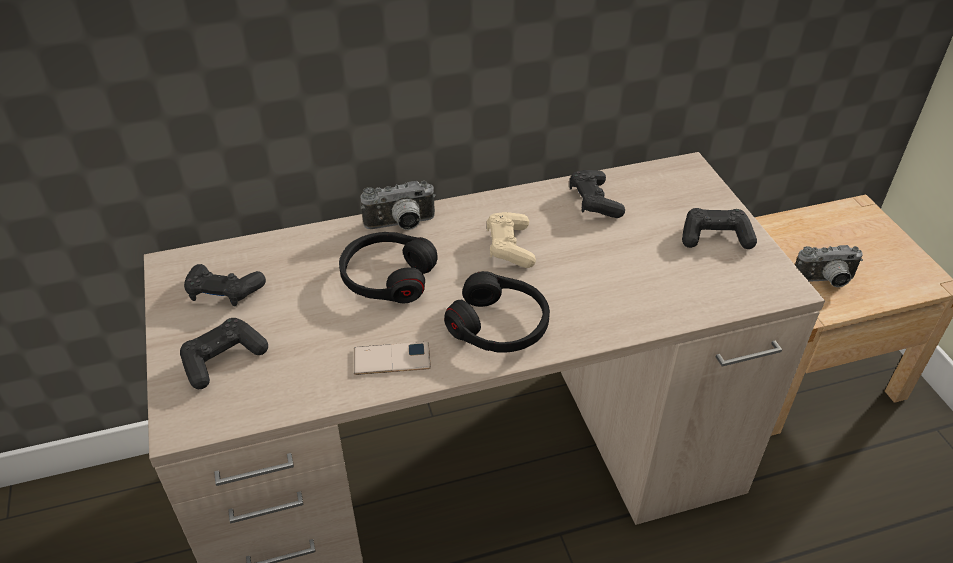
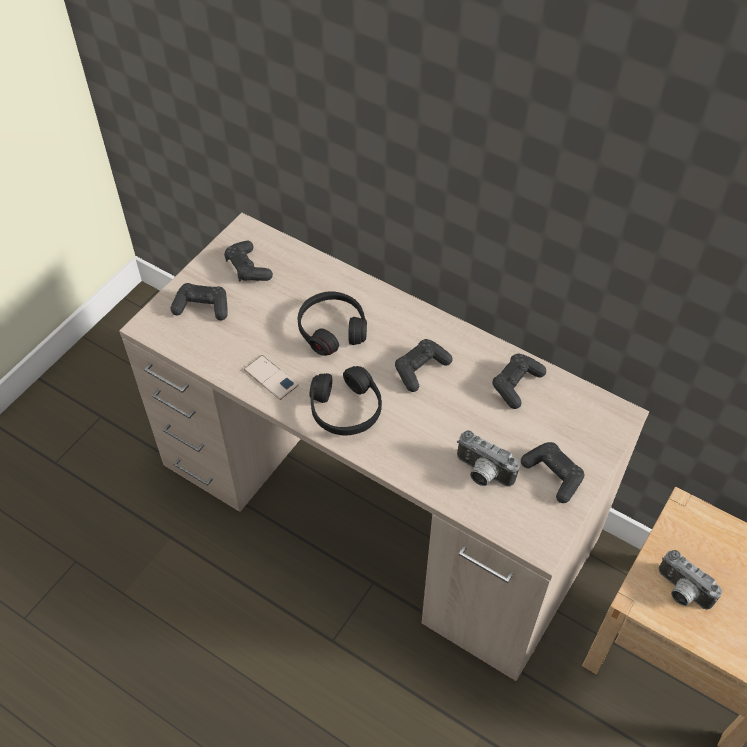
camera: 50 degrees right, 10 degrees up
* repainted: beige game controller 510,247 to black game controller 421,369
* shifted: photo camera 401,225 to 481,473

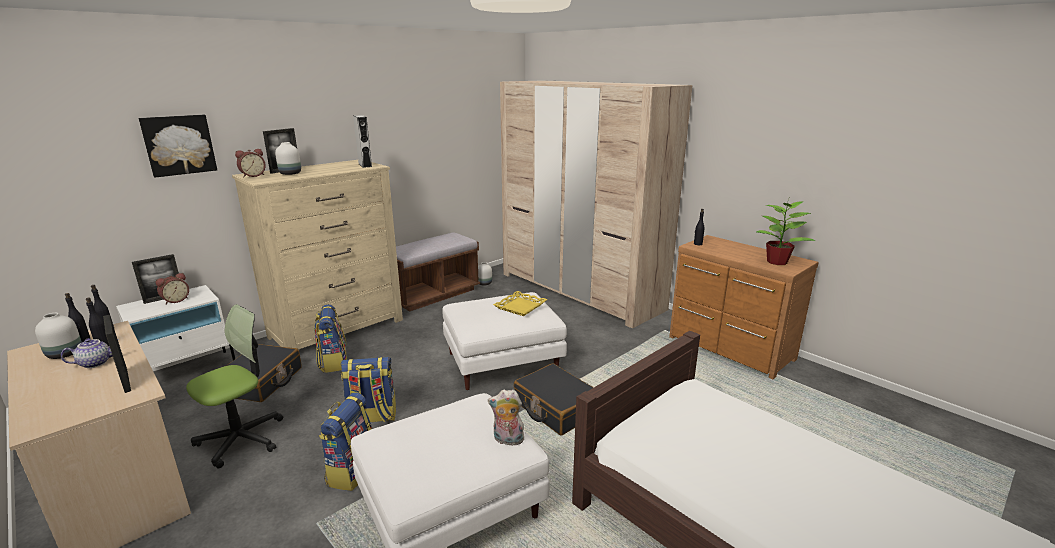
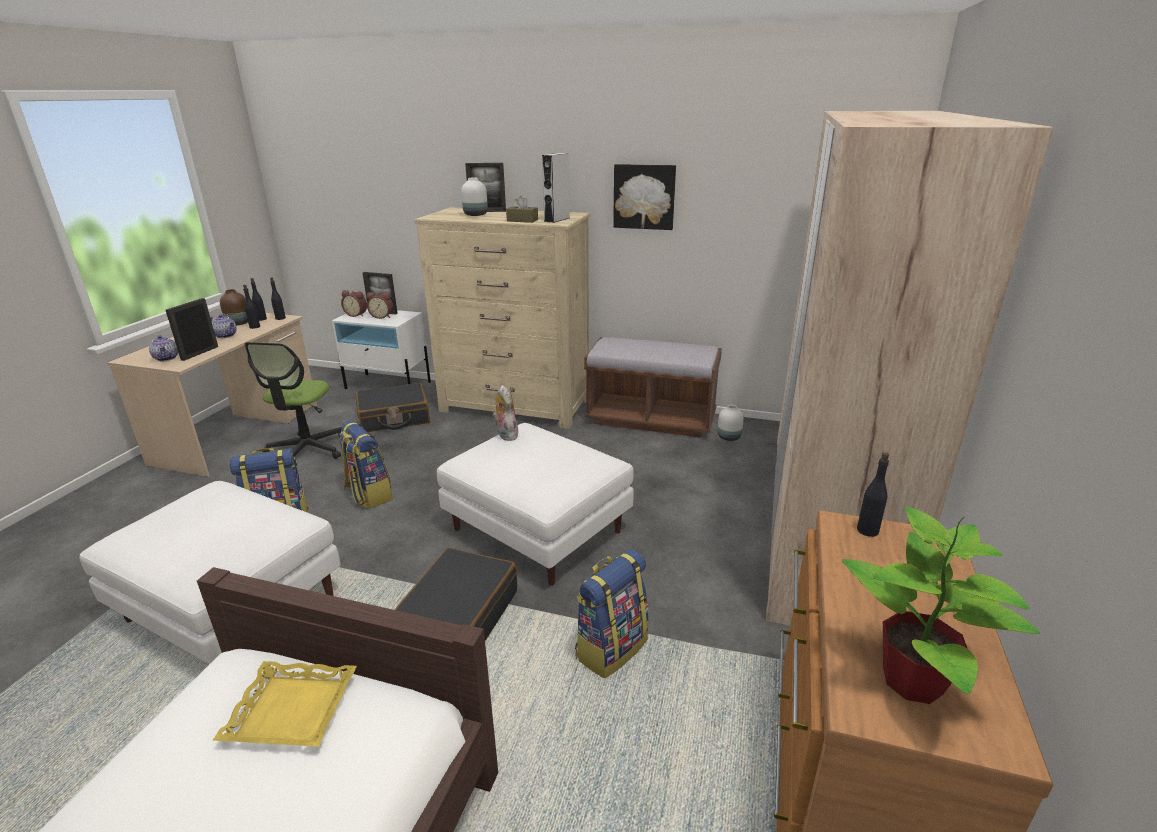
camera: 60 degrees right, 5 degrees up
* new: teapot 167,358
* shifted: yellow tray 520,306 to 292,709
* repainted: white vase 65,354 to brown vase 238,323
* rotated: office chair 241,439 = 307,450 90 degrees clockwise
* shifted: alarm clock 253,175 to 357,315
* shifted: plush toy 507,440 to 505,435
* new: brown tissue box 522,220
* shifted: backpack 333,362 to 611,647
* shifted: picture 179,145 to 644,196

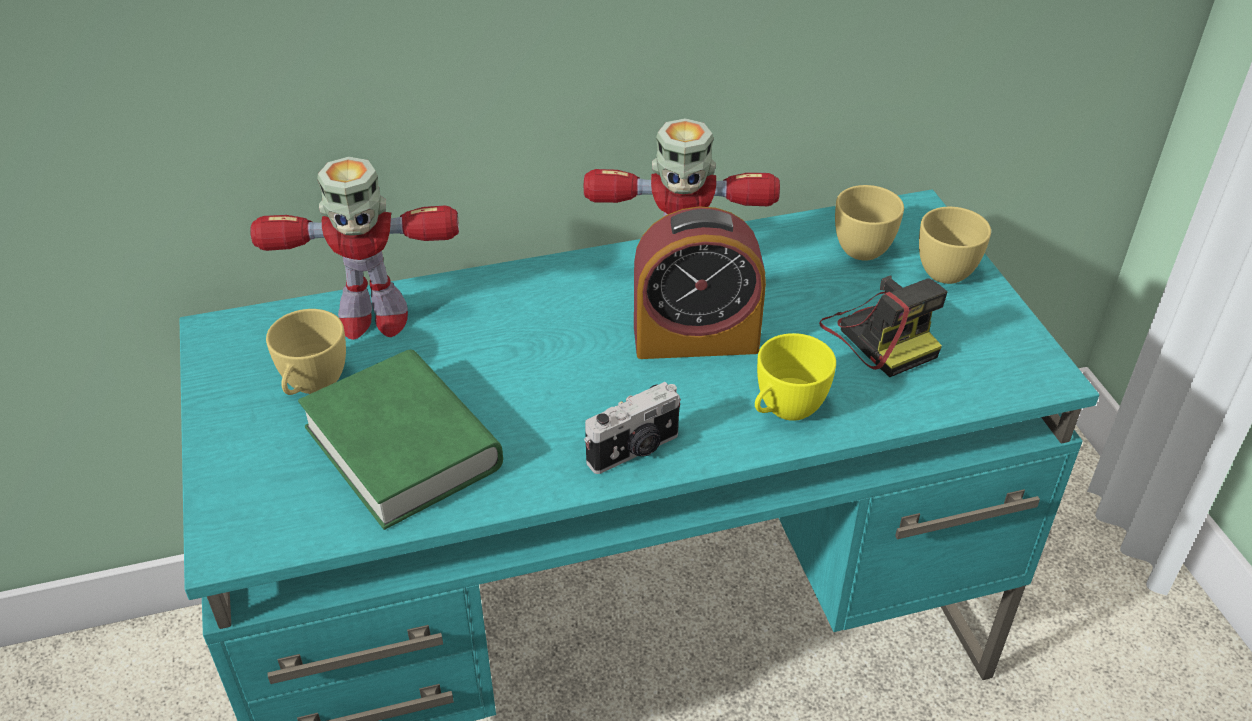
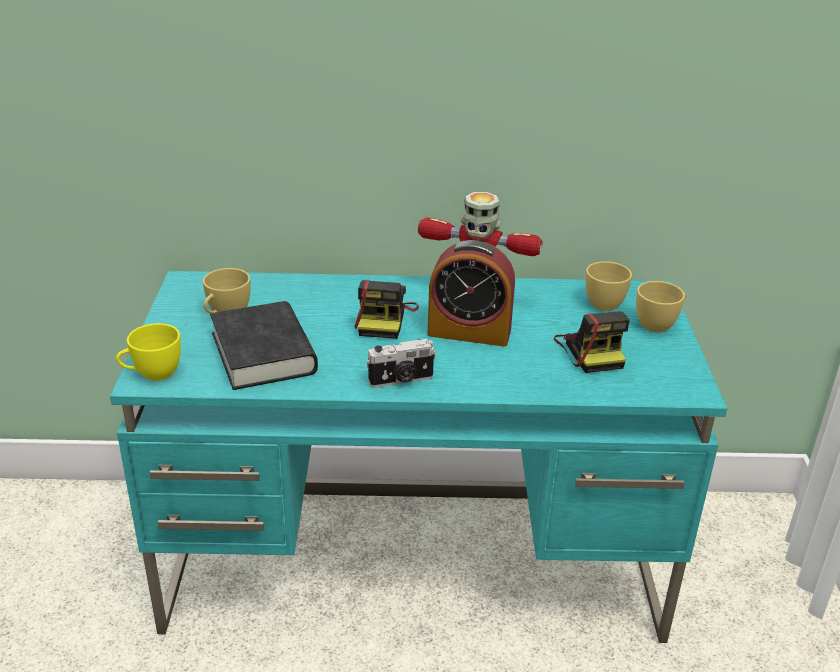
camera: 15 degrees right, 10 degrees down
* shifted: yellow cup 784,410 to 152,374
* repainted: green book 403,447 to black book 263,353
* new: photo camera 384,319
* gone: toy robot 371,319

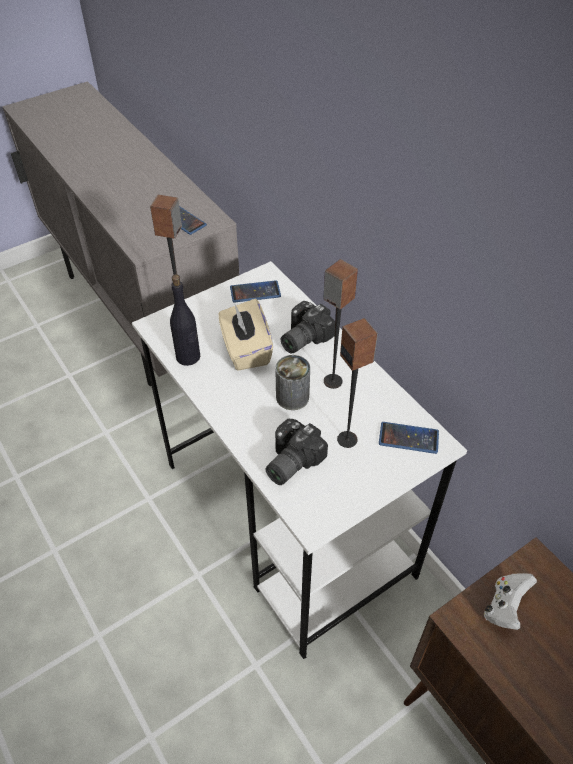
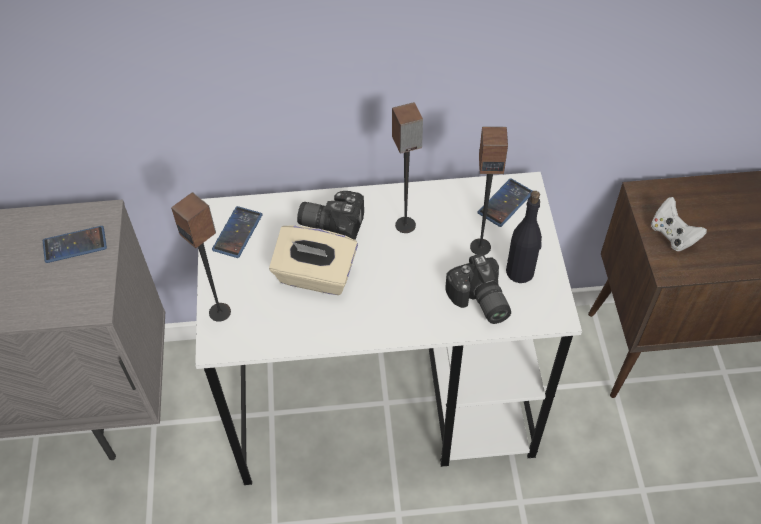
camera: 60 degrees left, 5 degrees up
* rotated: photo camera 302,337 = 332,223 120 degrees clockwise
* shifted: black bottle 188,357 to 520,271
* gone: can 292,397

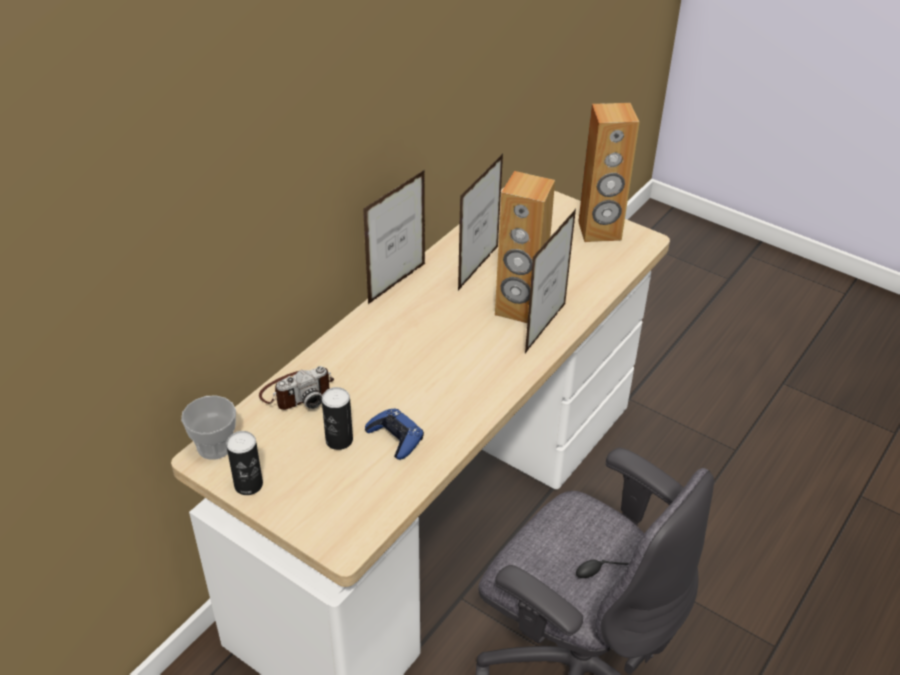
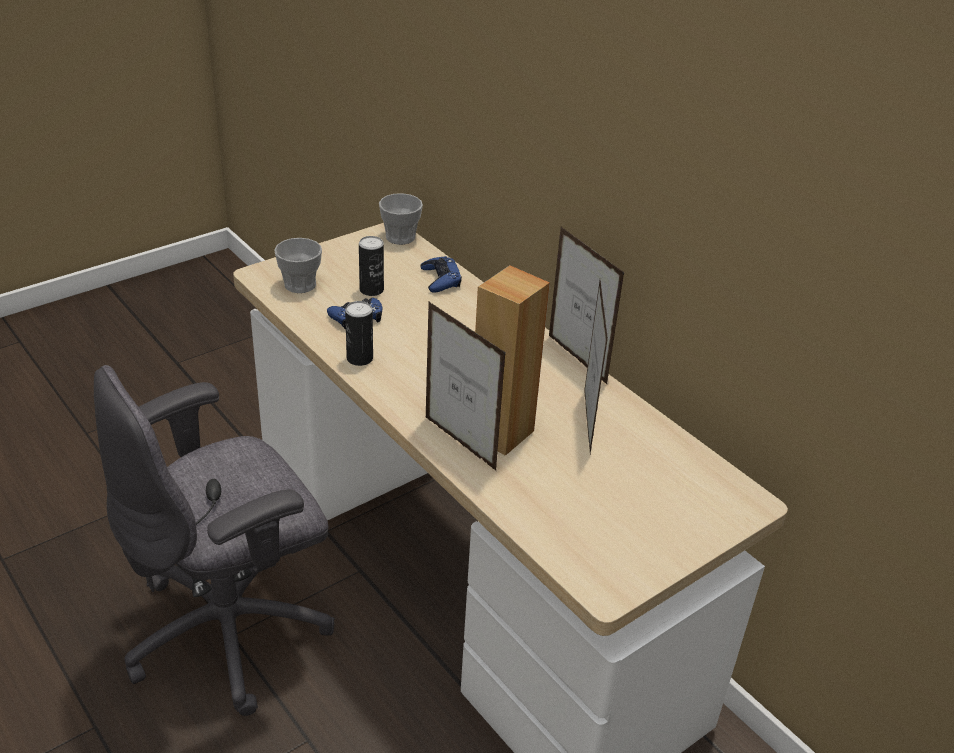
camera: 105 degrees right, 5 degrees down
* new: cup 300,284
* shifted: can 248,484 to 359,358
* swapped: photo camera 297,392 to blue game controller 441,279
* rotated: picture frame 478,268 = 587,421 135 degrees counterclockwise
* gone: brown speaker 599,231

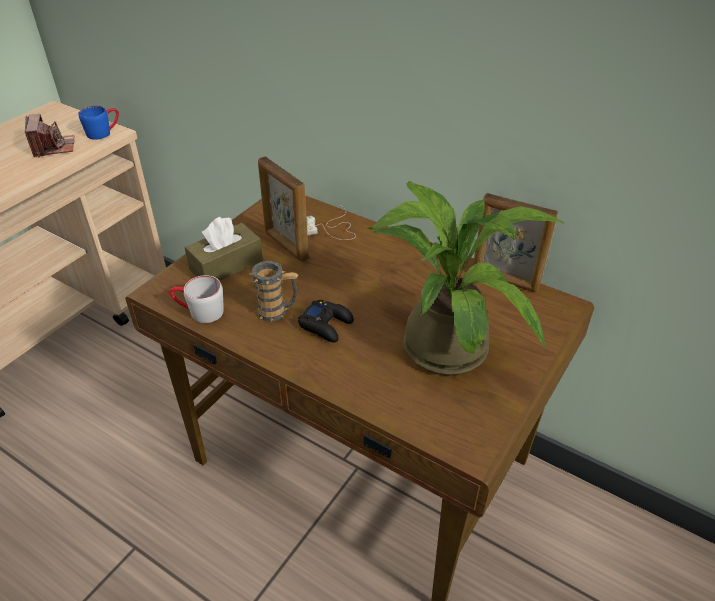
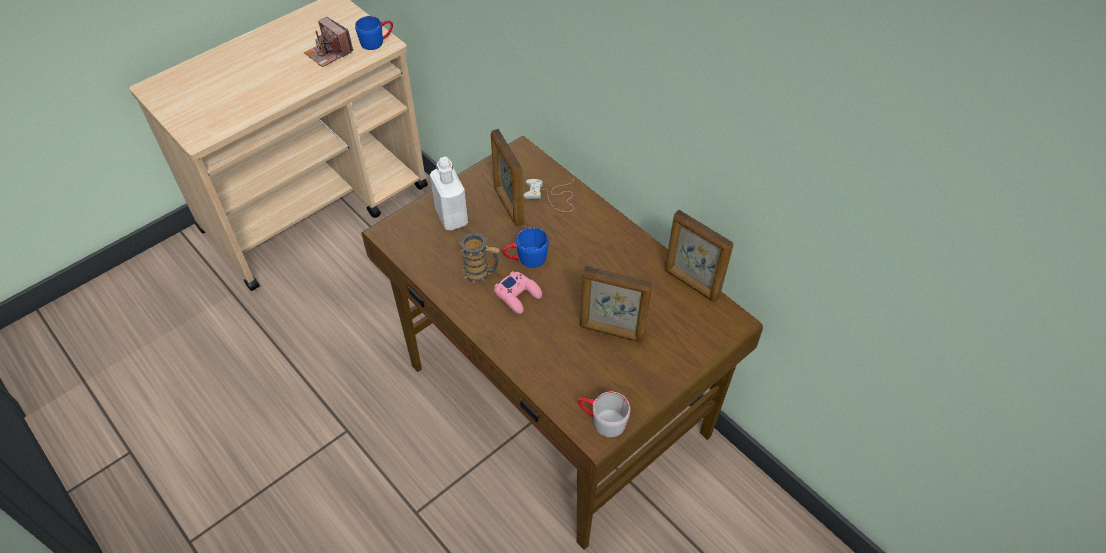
camera: 15 degrees right, 10 degrees up
* rotated: photo camera 53,147 = 329,53 135 degrees clockwise
* swapped: brown tissue box 226,265 to white bottle 451,217
* repainted: black game controller 326,325 to pink game controller 518,295
* new: blue mug 525,259
* shifted: grey mug 199,312 to 602,421
* swapped: potted plant 443,340 to picture frame 611,332

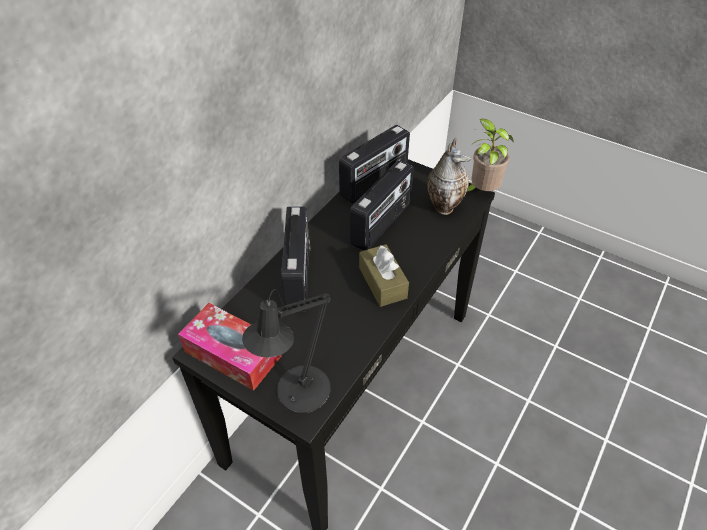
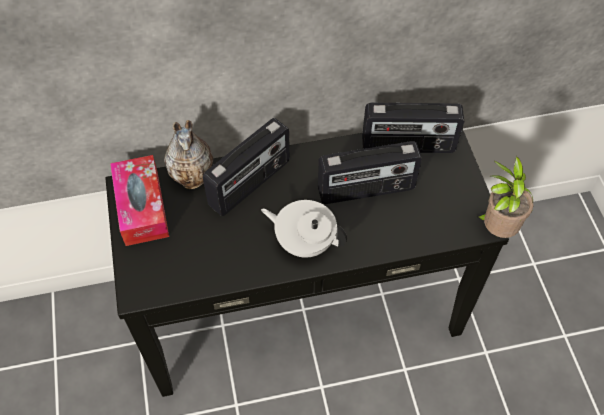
camera: 45 degrees right, 10 degrees up
* shifted: vase 444,206 to 194,179
* swapped: brown tissue box 382,283 to white teapot 304,241
* gone: black table lamp 298,395

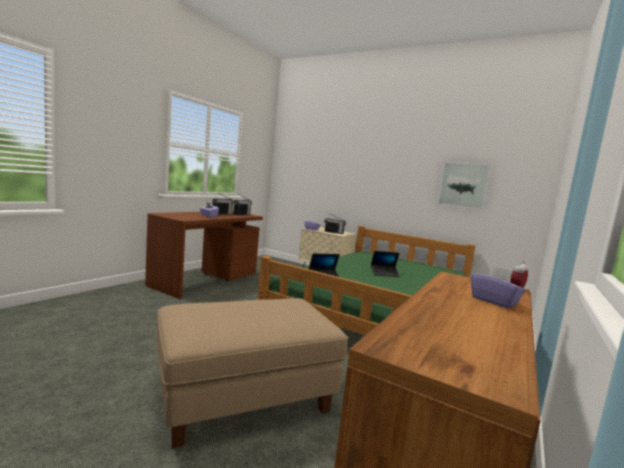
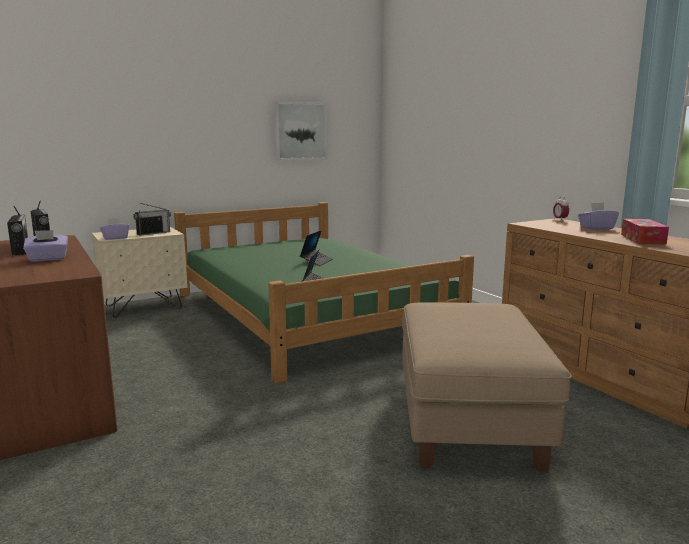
camera: 60 degrees left, 5 degrees up
* new: tissue box 642,239

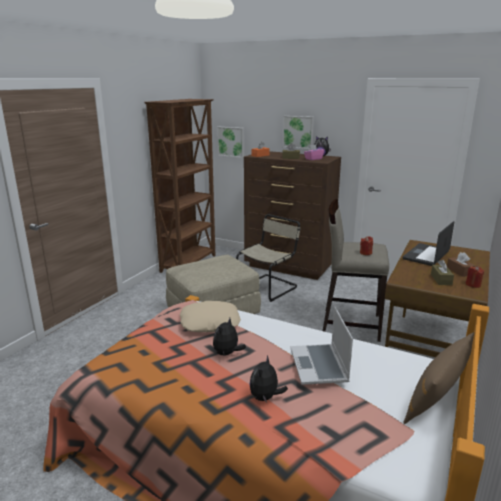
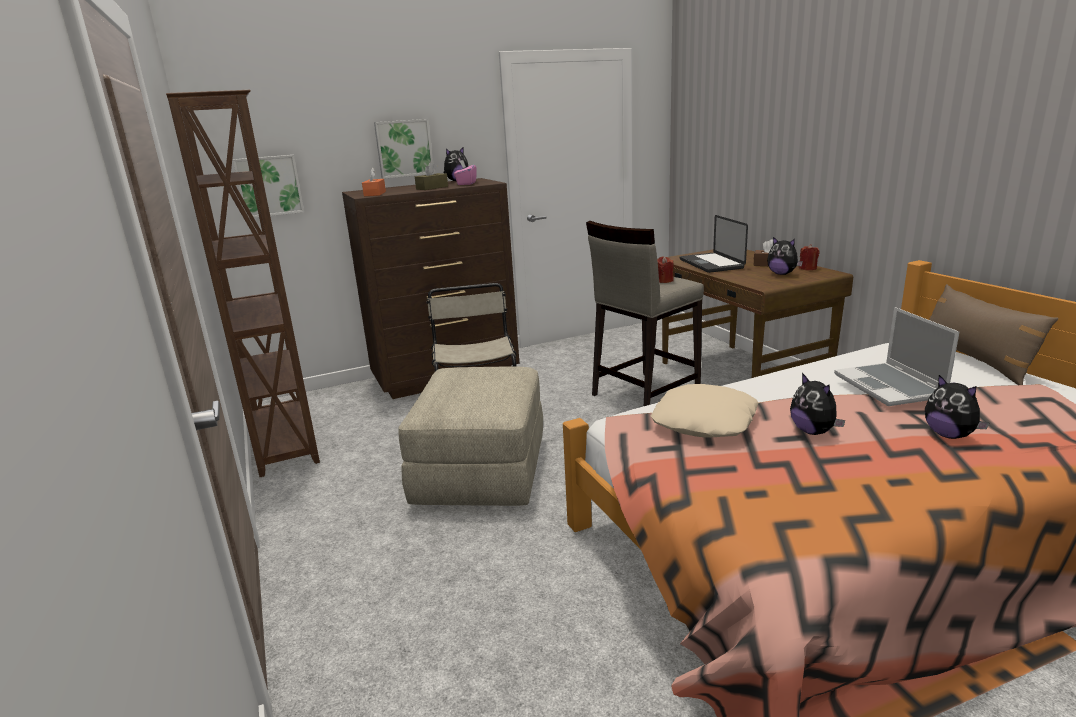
camera: 50 degrees left, 0 degrees up
* swapped: brown tissue box 441,279 to plush toy 782,274
* rotated: laptop 319,366 = 890,386 45 degrees clockwise

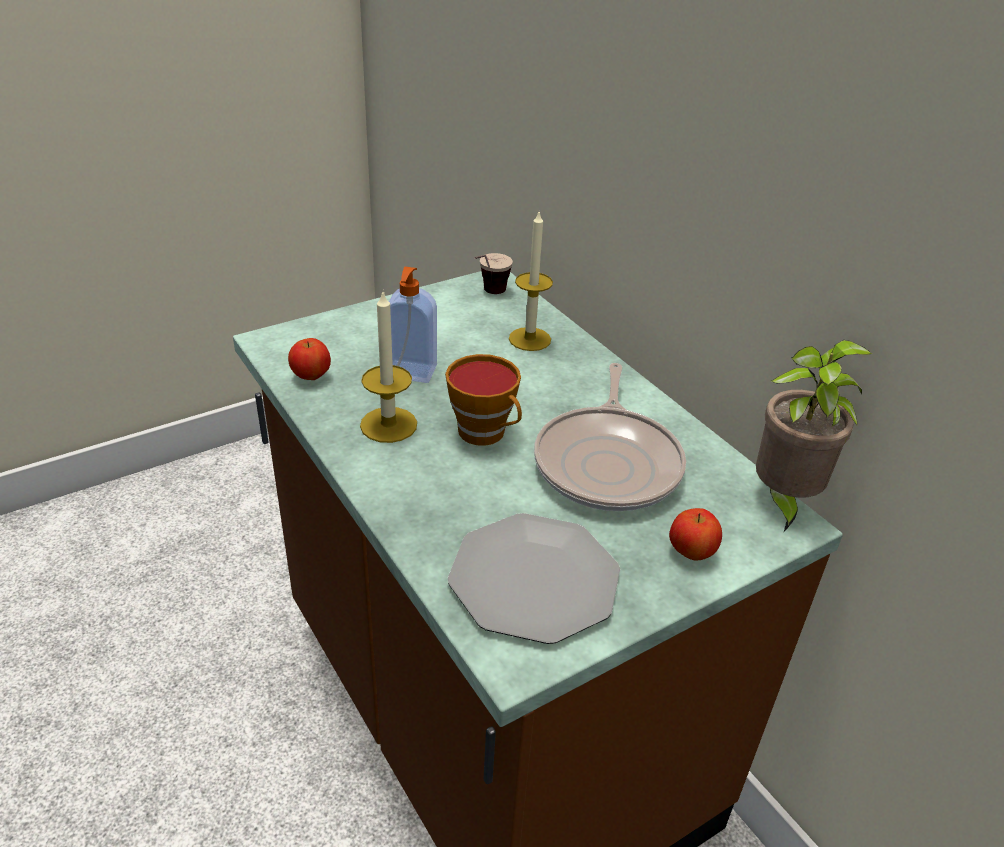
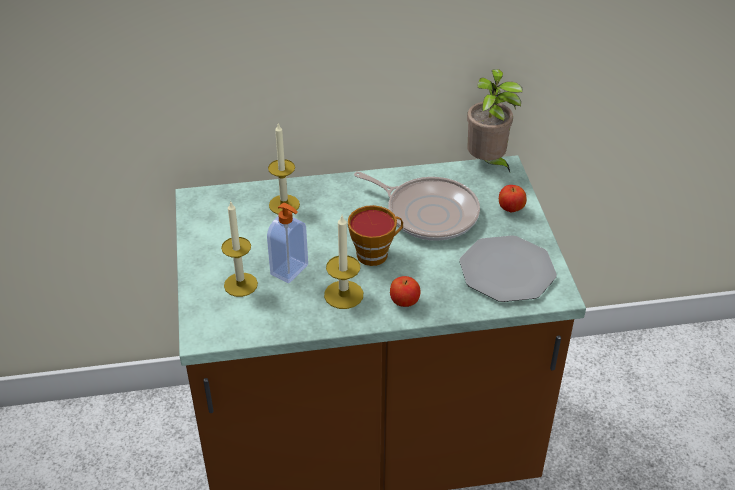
camera: 65 degrees left, 5 degrees up
* new: candle 240,284
* shifted: apple 311,376 to 404,302
* gone: cup 488,295

